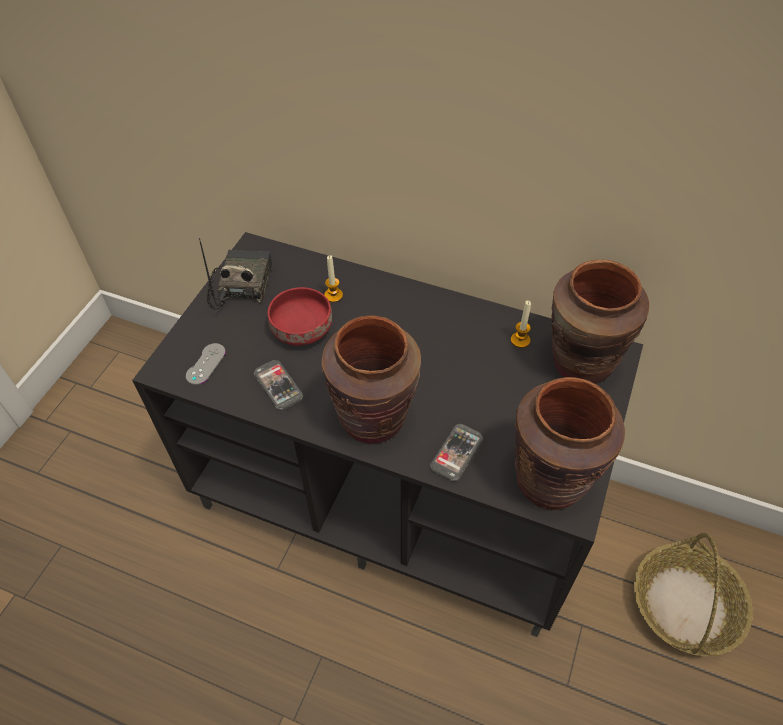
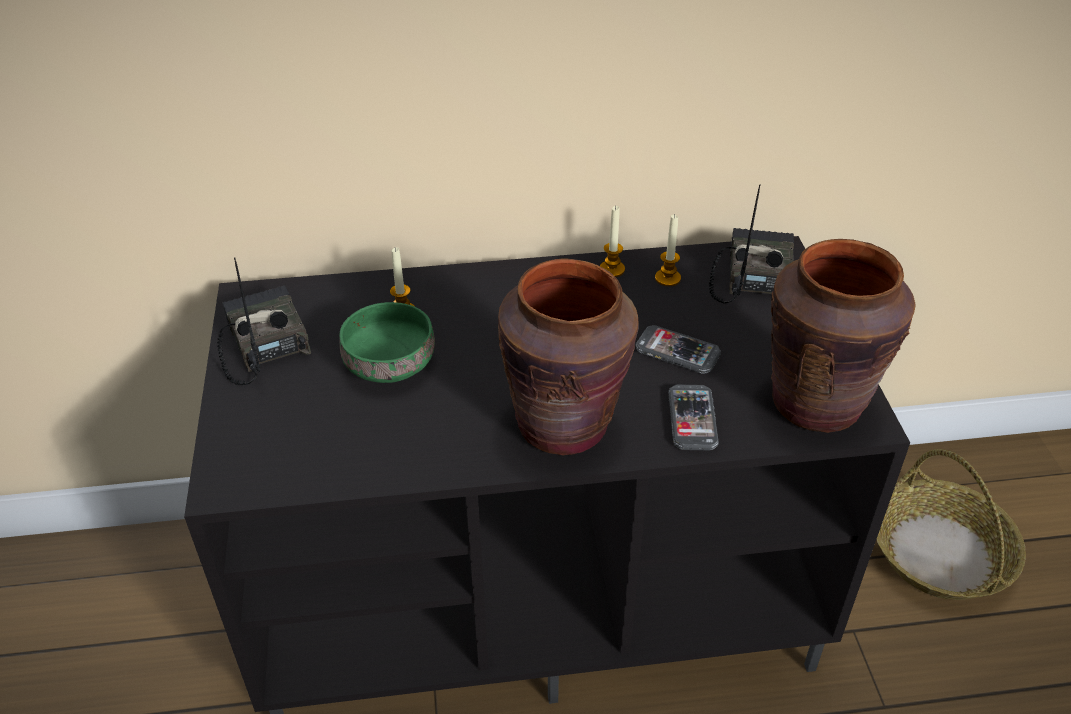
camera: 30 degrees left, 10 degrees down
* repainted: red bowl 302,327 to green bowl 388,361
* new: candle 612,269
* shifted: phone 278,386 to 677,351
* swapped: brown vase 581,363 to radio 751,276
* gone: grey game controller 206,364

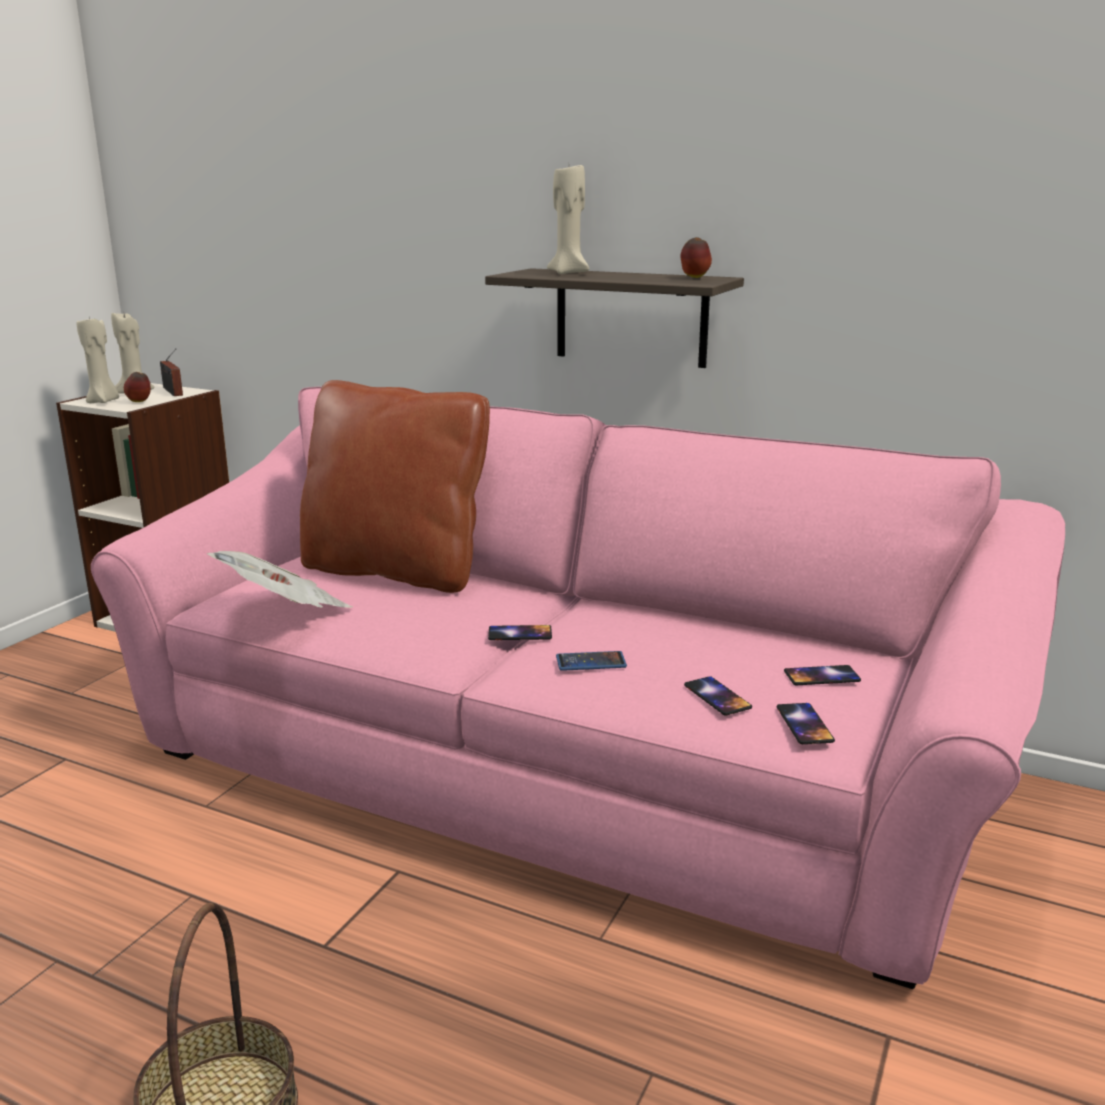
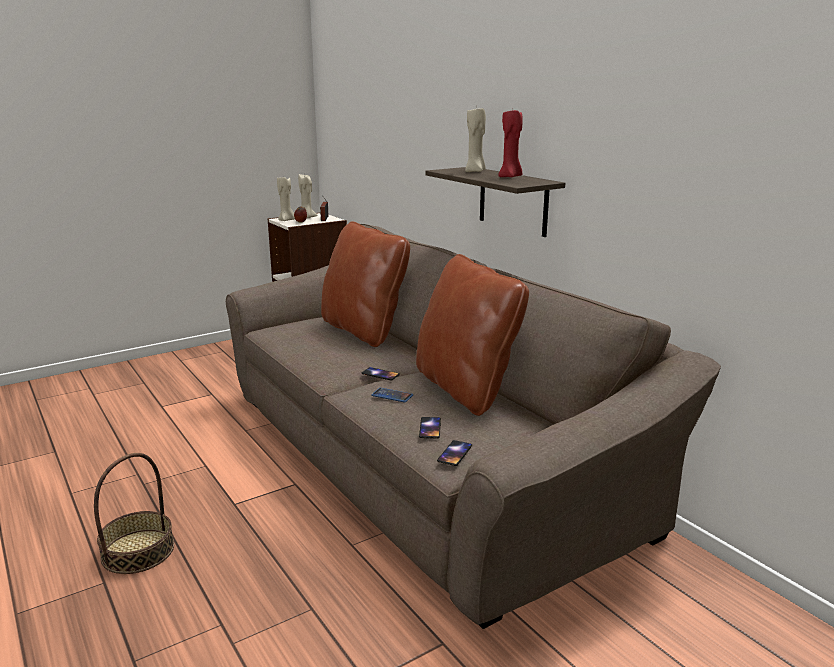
camera: 30 degrees right, 0 degrees up
* repainted: pink sofa 554,765 to brown sofa 419,459
* new: brown pillow 466,389
* new: red candle 510,177
* gone: newspaper 285,612
* gone: apple 694,278
* gone: phone 822,676

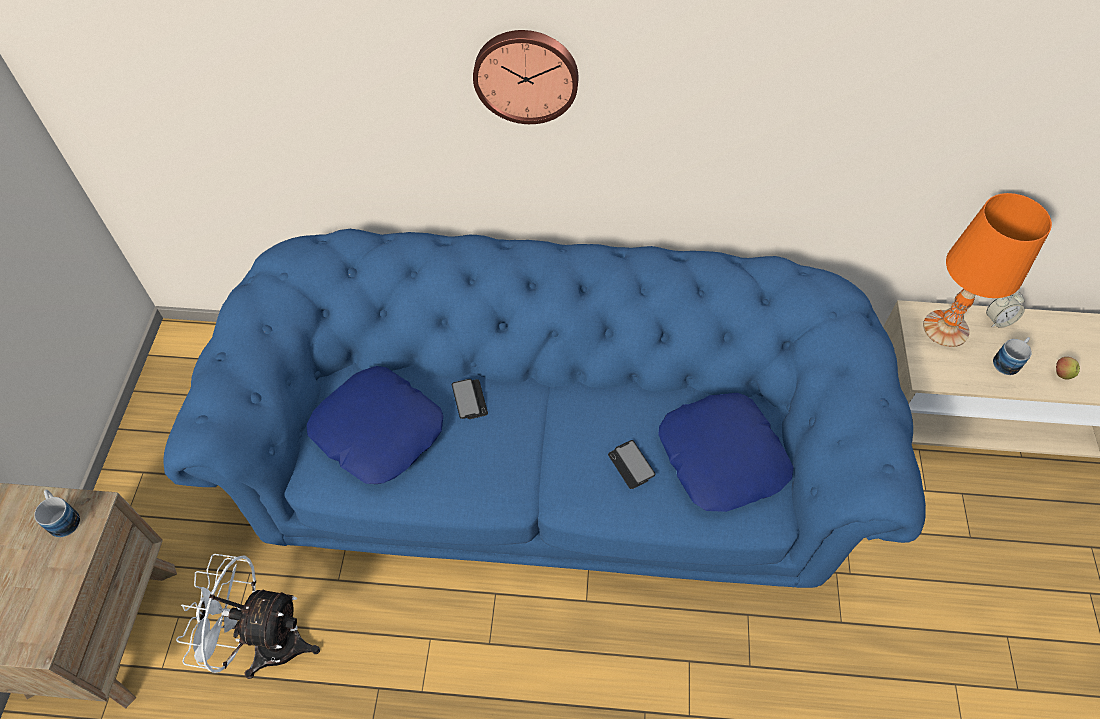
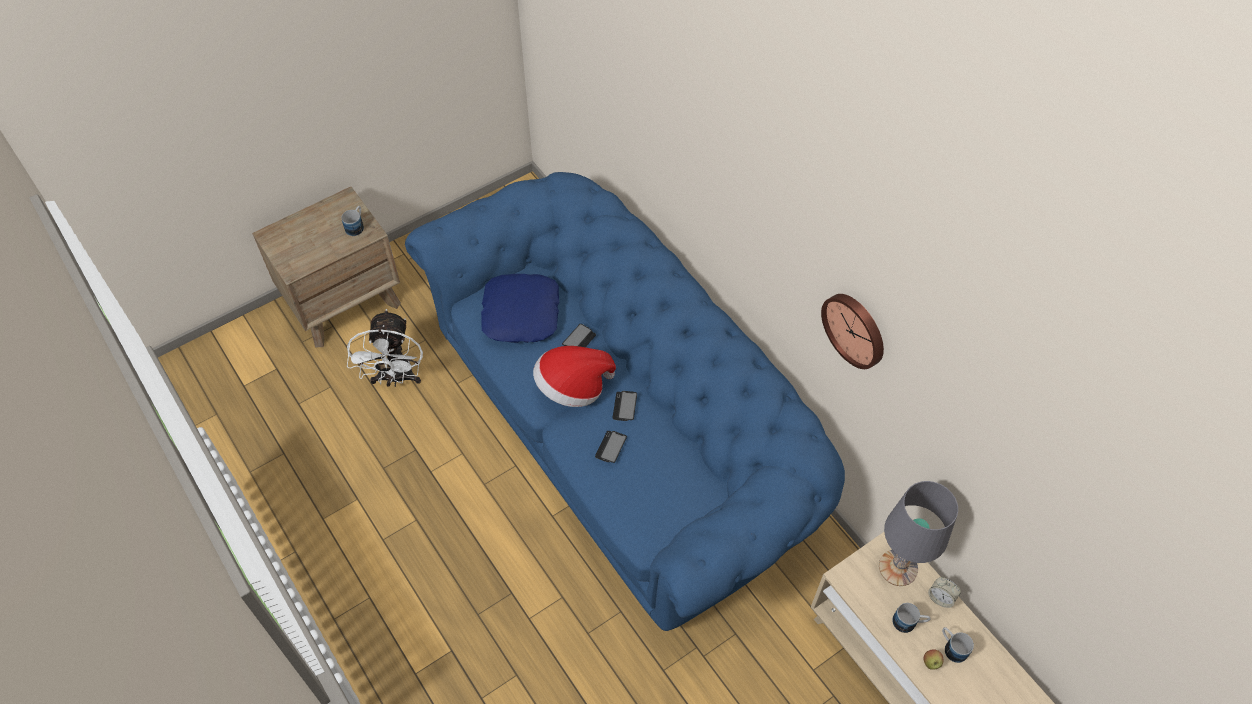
camera: 50 degrees right, 0 degrees up
* rotated: white fan 266,642 = 396,378 150 degrees counterclockwise
* new: hat 572,387
* new: phone 624,406
* shifted: wall clock 526,74 to 855,329
* repainted: orange table lamp 946,328 to grey table lamp 898,568
* new: mug 951,647
* gone: blue pillow 722,457

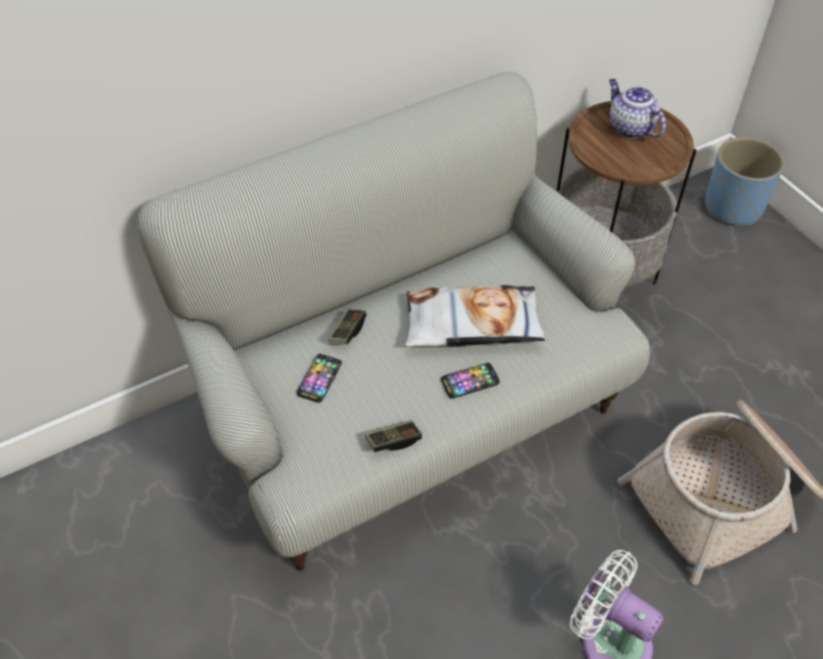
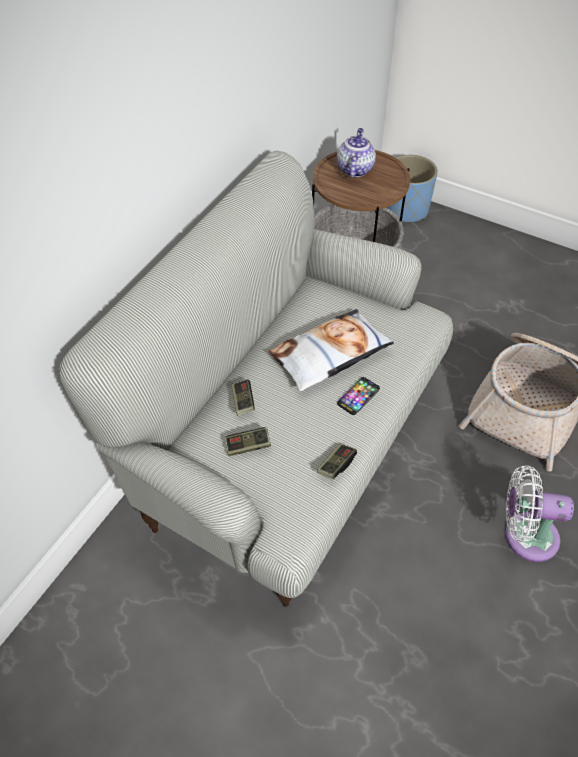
camera: 30 degrees left, 0 degrees up
* swapped: phone 319,378 to game controller 248,446
* rotated: teapot 629,127 = 354,169 75 degrees clockwise

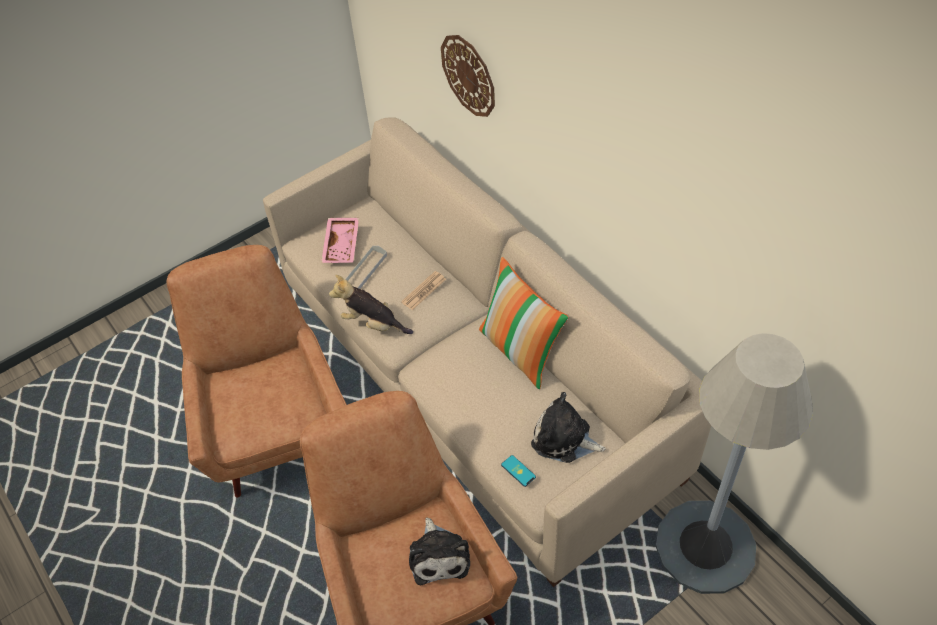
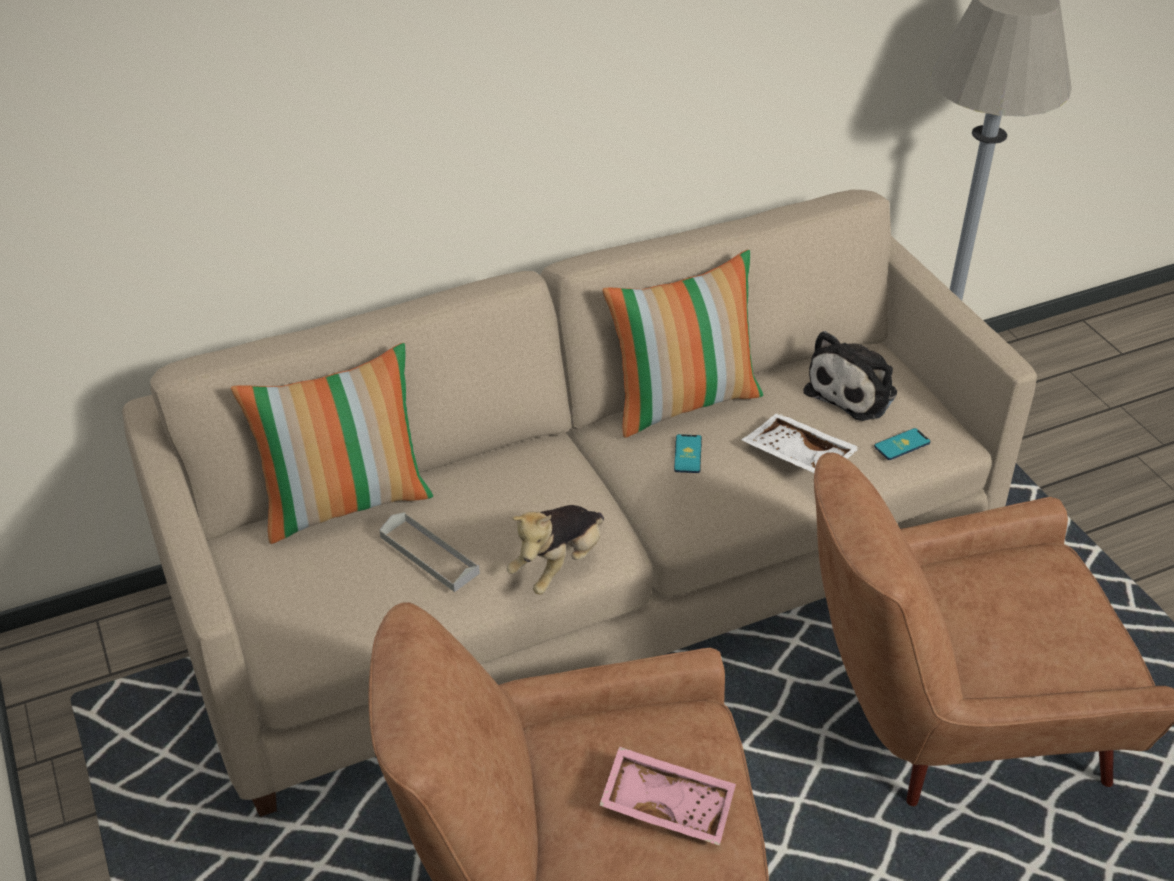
camera: 80 degrees left, 10 degrees down
* new: pillow 346,502
* shifted: pink tray 342,245 to 668,803
* new: phone 688,454
* new: white tray 797,457
* gone: newspaper 423,291
* gone: plush toy 439,555
* gone: wall clock 469,75

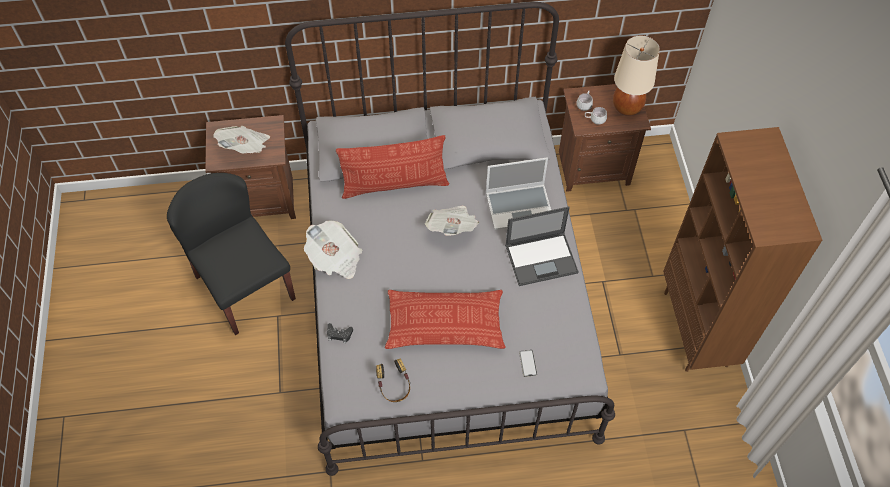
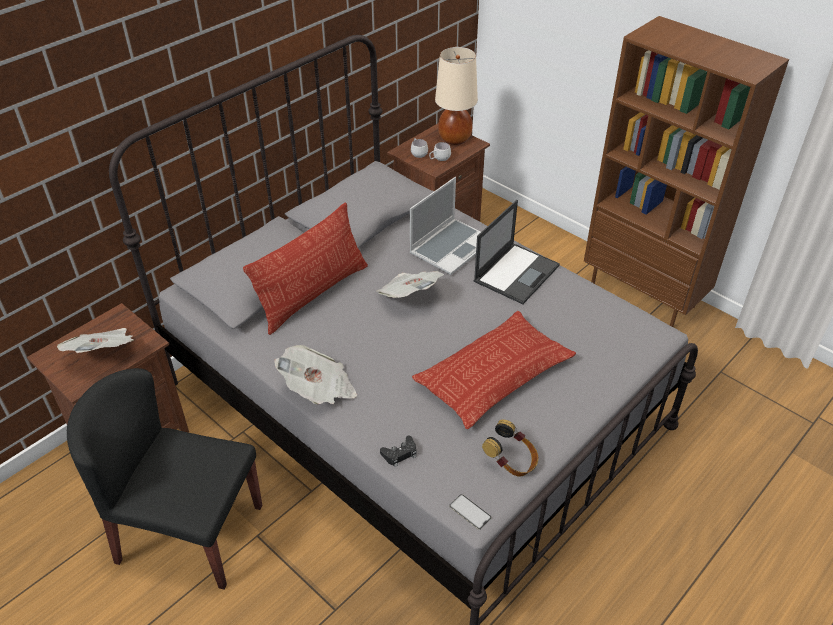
camera: 40 degrees left, 15 degrees down
* shifted: phone 528,363 to 470,512

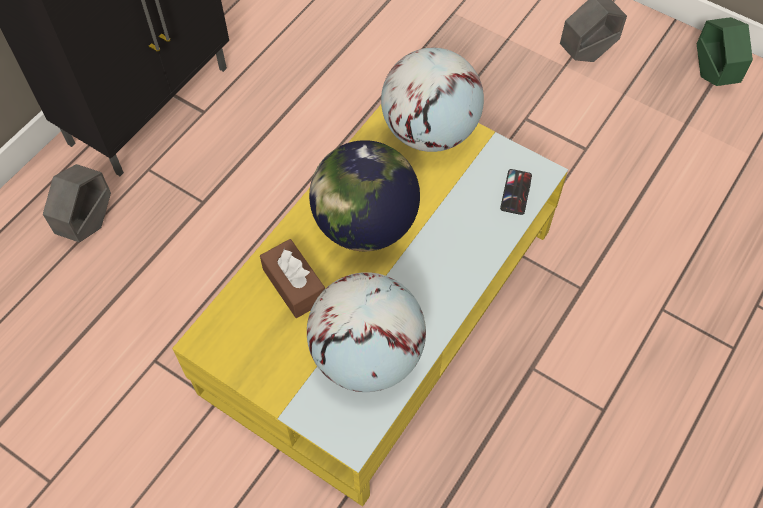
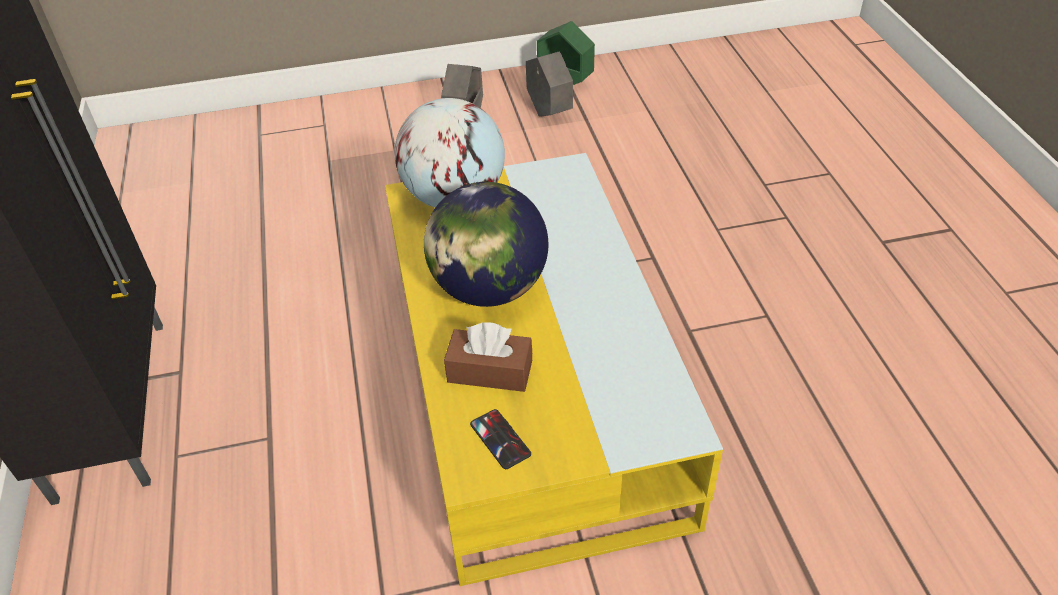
camera: 45 degrees left, 15 degrees down
* shifted: phone 516,192 to 500,439
* shifted: grey planter 88,223 to 549,113
* gone: globe 367,356

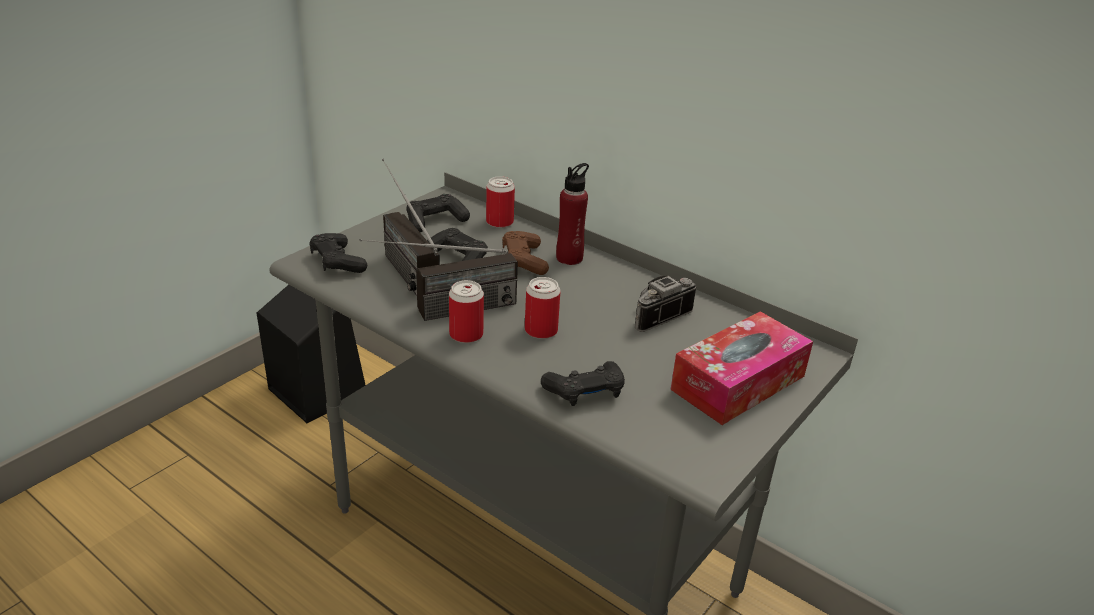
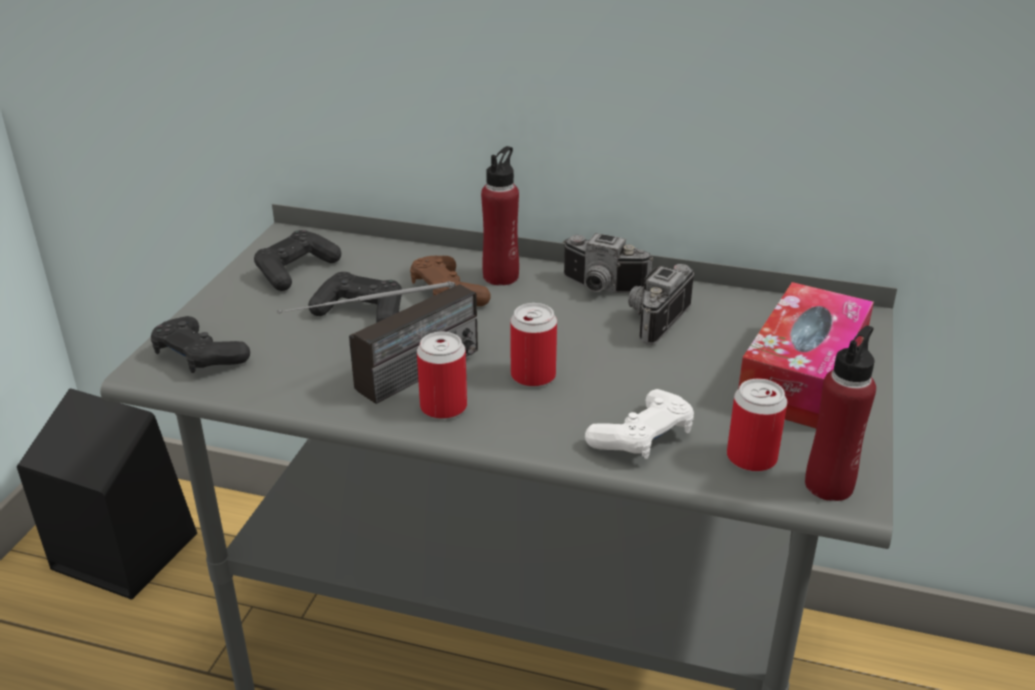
camera: 20 degrees left, 0 degrees up
* new: photo camera 601,289
* repainted: black game controller 585,392 to white game controller 642,437
* shifted: can 499,222 to 751,458
* new: red bottle 829,485
* gone: radio 400,262

